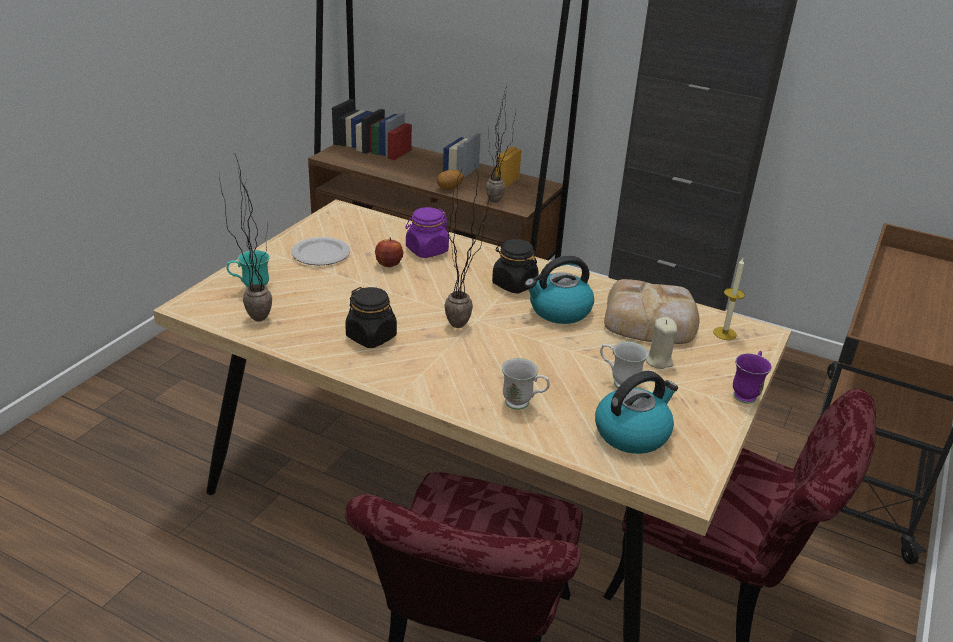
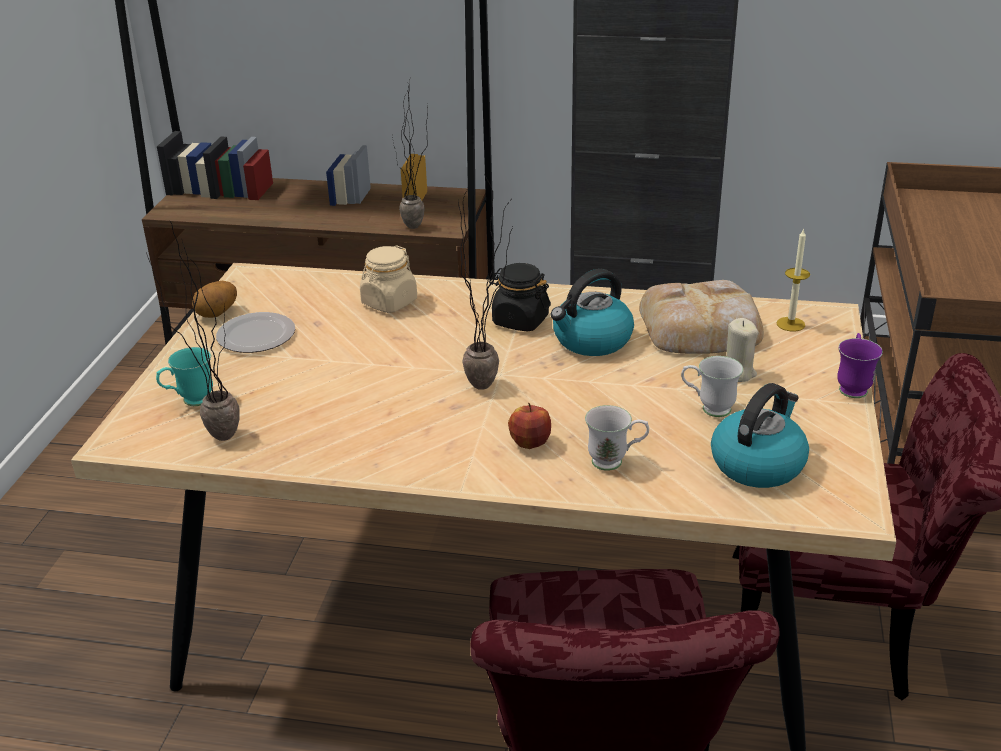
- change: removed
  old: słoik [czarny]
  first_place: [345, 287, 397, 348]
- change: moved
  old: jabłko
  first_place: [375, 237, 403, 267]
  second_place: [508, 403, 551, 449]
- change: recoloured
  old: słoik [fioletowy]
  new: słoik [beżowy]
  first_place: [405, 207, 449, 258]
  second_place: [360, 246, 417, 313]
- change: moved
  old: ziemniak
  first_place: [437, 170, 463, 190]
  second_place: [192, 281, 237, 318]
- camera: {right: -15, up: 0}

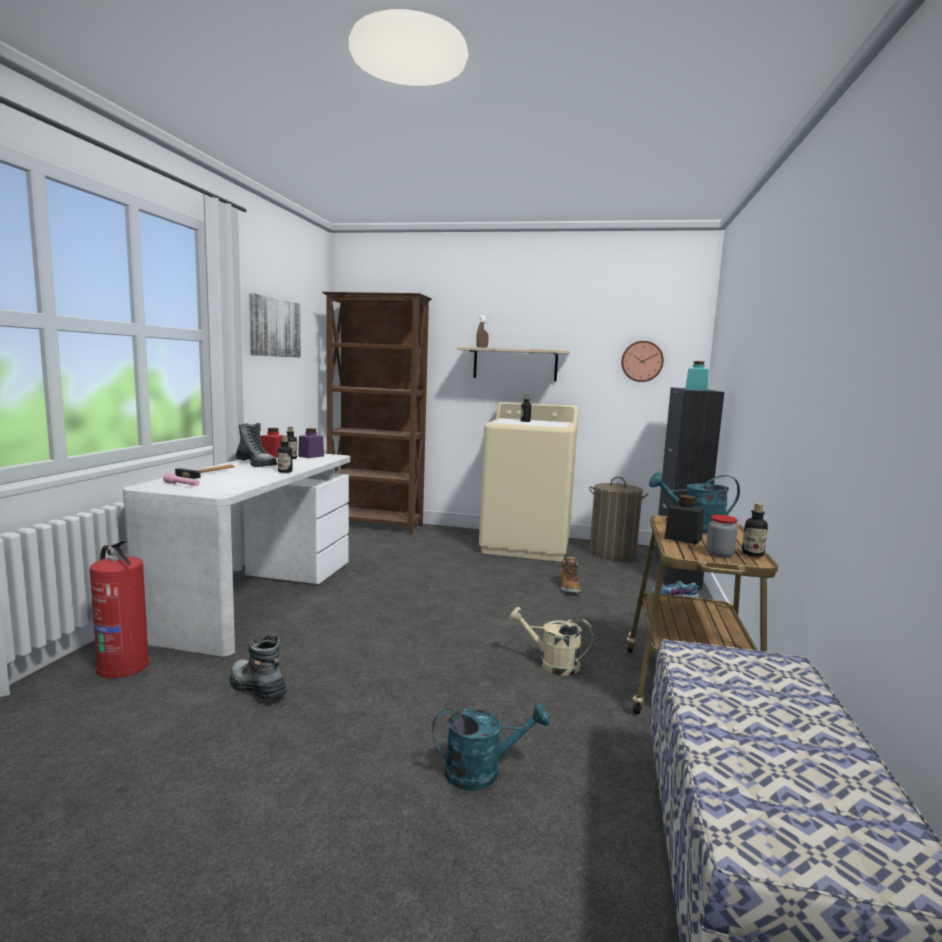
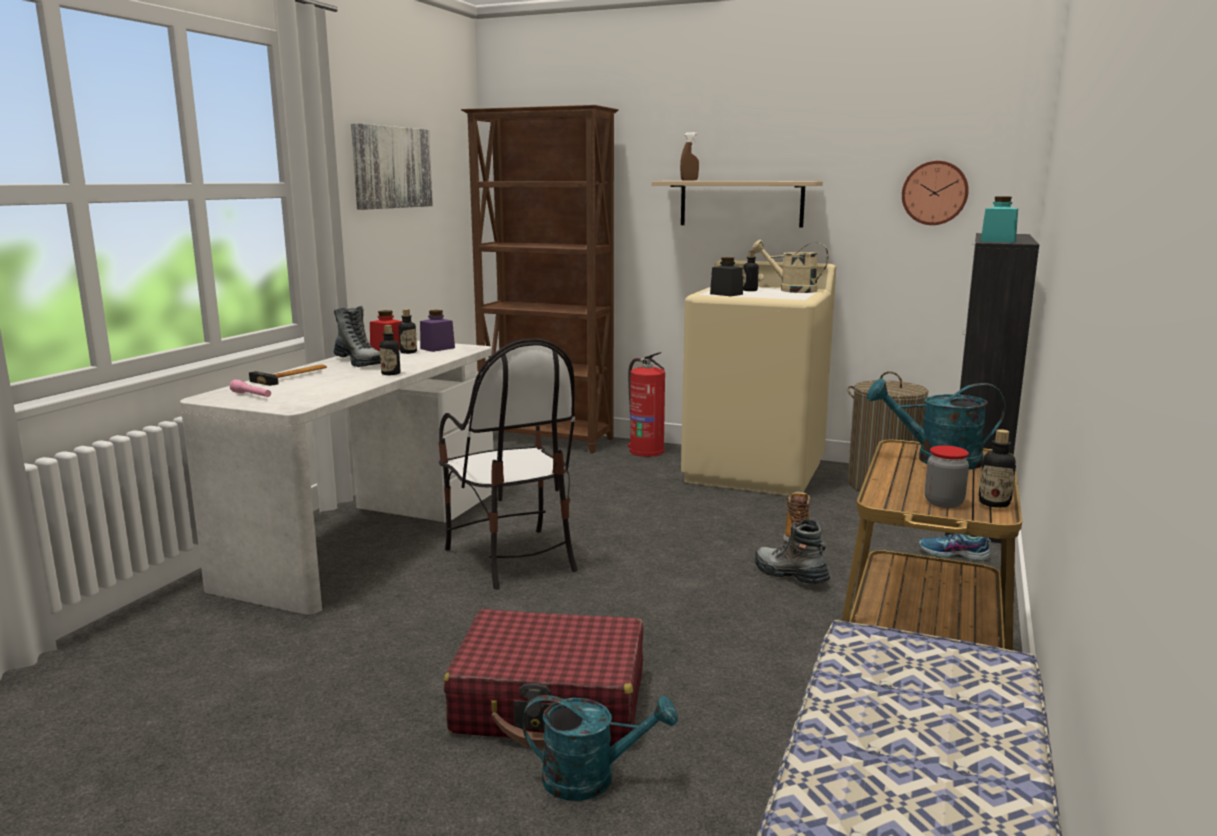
- change: moved
  old: gaśnica
  first_place: [90, 540, 149, 678]
  second_place: [628, 352, 665, 457]
- change: moved
  old: but z cholewką
  first_place: [230, 635, 287, 700]
  second_place: [755, 519, 830, 585]
- change: moved
  old: konewka [beżowy]
  first_place: [509, 607, 593, 676]
  second_place: [752, 240, 829, 293]
- change: moved
  old: słoik [czarny]
  first_place: [664, 495, 704, 544]
  second_place: [710, 257, 743, 296]
- change: added
  new: krzesło
  second_place: [438, 338, 578, 589]
- change: added
  new: walizka [czerwony]
  second_place: [443, 609, 643, 748]
- camera: {right: 10, up: 5}

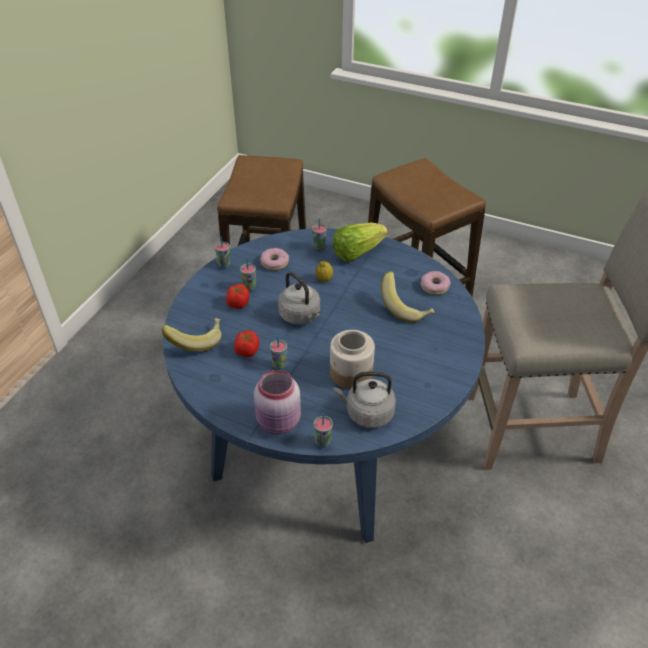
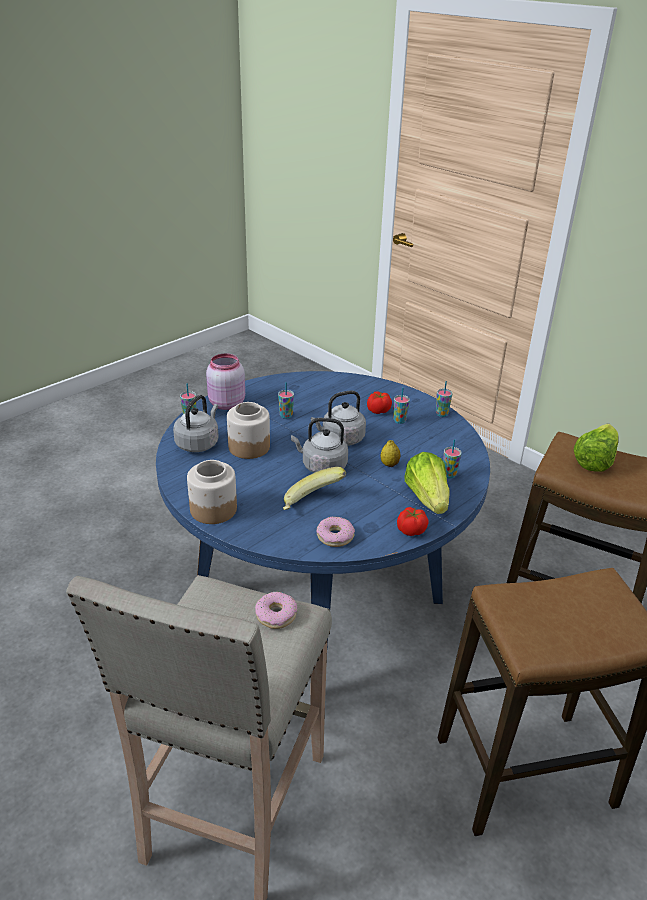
- change: removed
  old: banan
  first_place: [162, 318, 222, 352]
- change: moved
  old: pomidor
  first_place: [234, 330, 259, 357]
  second_place: [397, 507, 429, 536]
- change: moved
  old: donut
  first_place: [260, 248, 289, 270]
  second_place: [255, 592, 297, 629]
- change: added
  new: słoik
  second_place: [187, 460, 237, 524]
- change: added
  new: czajnik [szary]
  second_place: [291, 418, 348, 473]
- change: added
  new: sałata
  second_place: [574, 424, 618, 472]
- camera: {right: 110, up: -10}

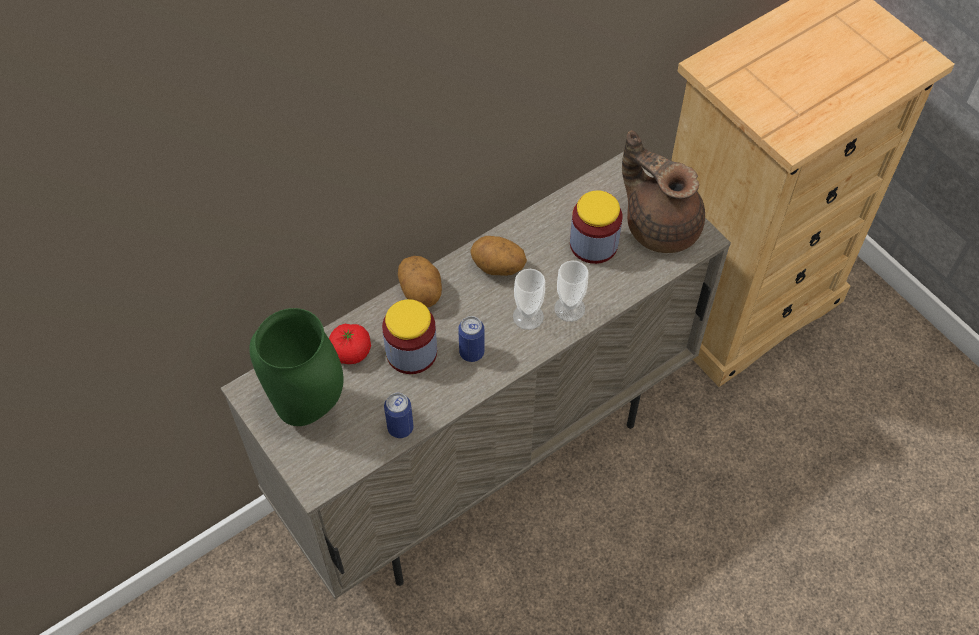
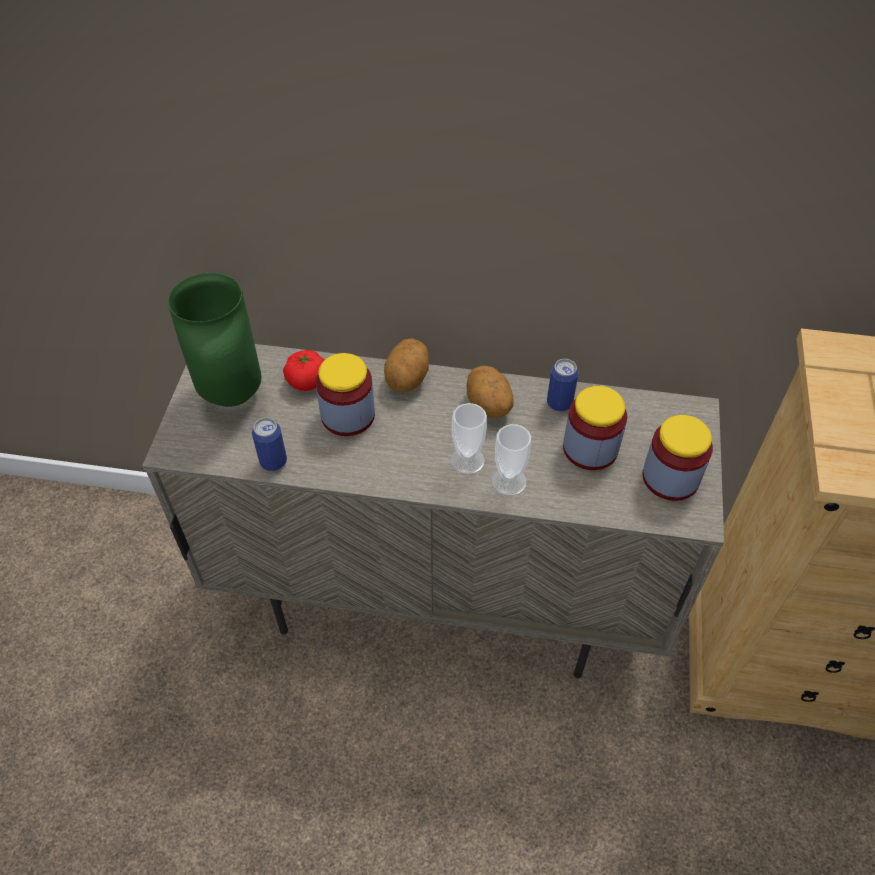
- change: moved
  old: puszka
  first_place: [458, 316, 485, 362]
  second_place: [547, 359, 579, 412]
- change: replaced
  old: imbryk [brązowy]
  new: słoik
  first_place: [622, 130, 705, 253]
  second_place: [642, 415, 713, 501]
- camera: {right: 45, up: -5}

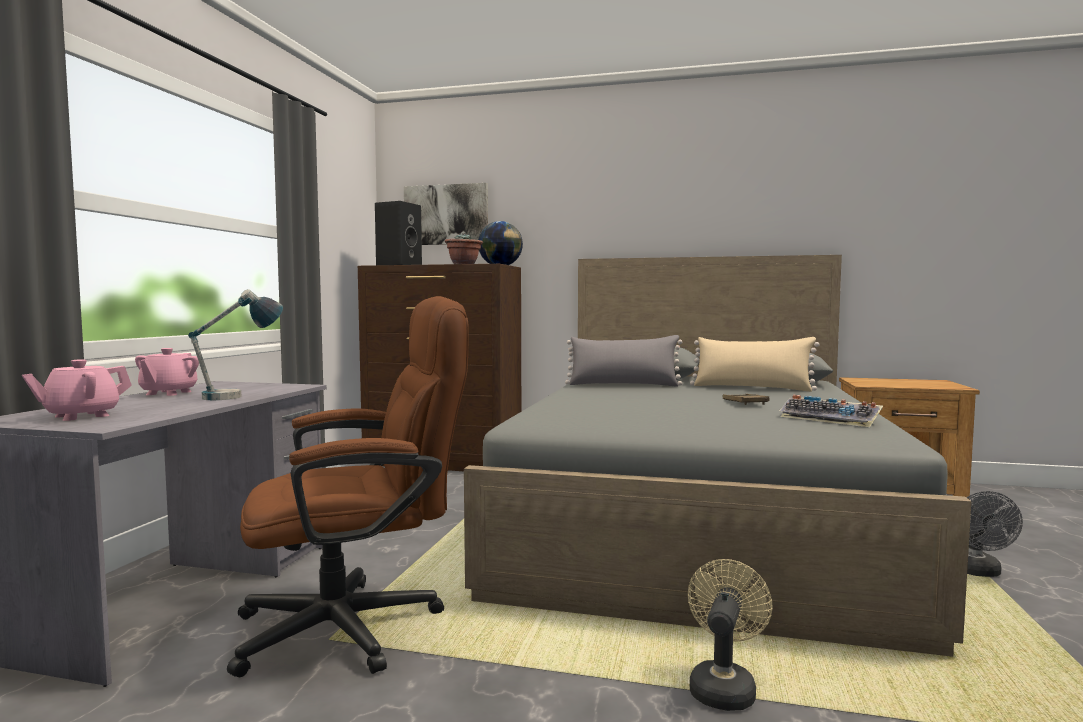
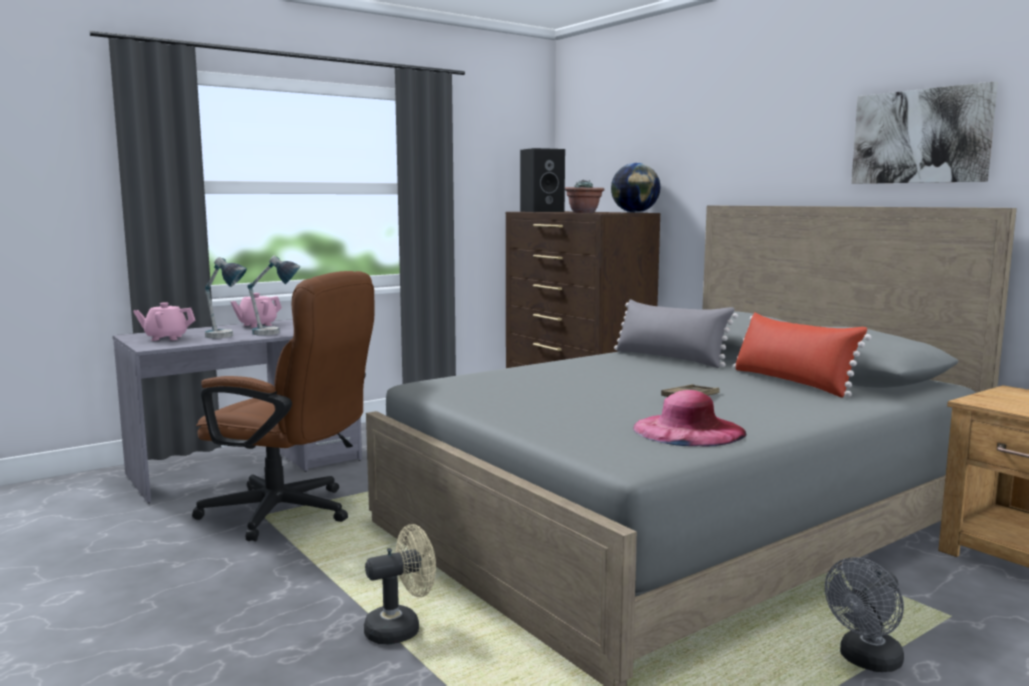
- change: moved
  old: obraz
  first_place: [404, 183, 488, 245]
  second_place: [851, 81, 998, 184]
- change: recoloured
  old: poduszka [beżowy]
  new: poduszka [czerwony]
  first_place: [690, 337, 820, 392]
  second_place: [733, 312, 871, 398]
- change: replaced
  old: klawiatura
  new: kapelusz [różowy]
  first_place: [779, 395, 883, 427]
  second_place: [633, 390, 746, 446]
- change: added
  new: lampa stołowa
  second_place: [205, 257, 247, 338]
- camera: {right: 40, up: 5}

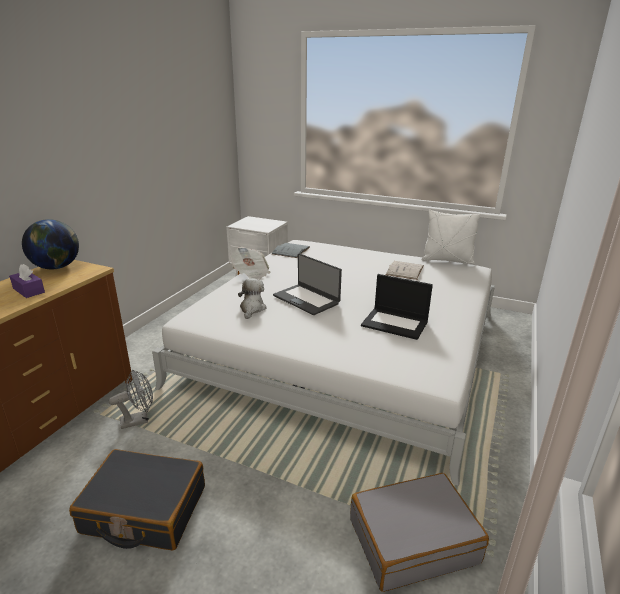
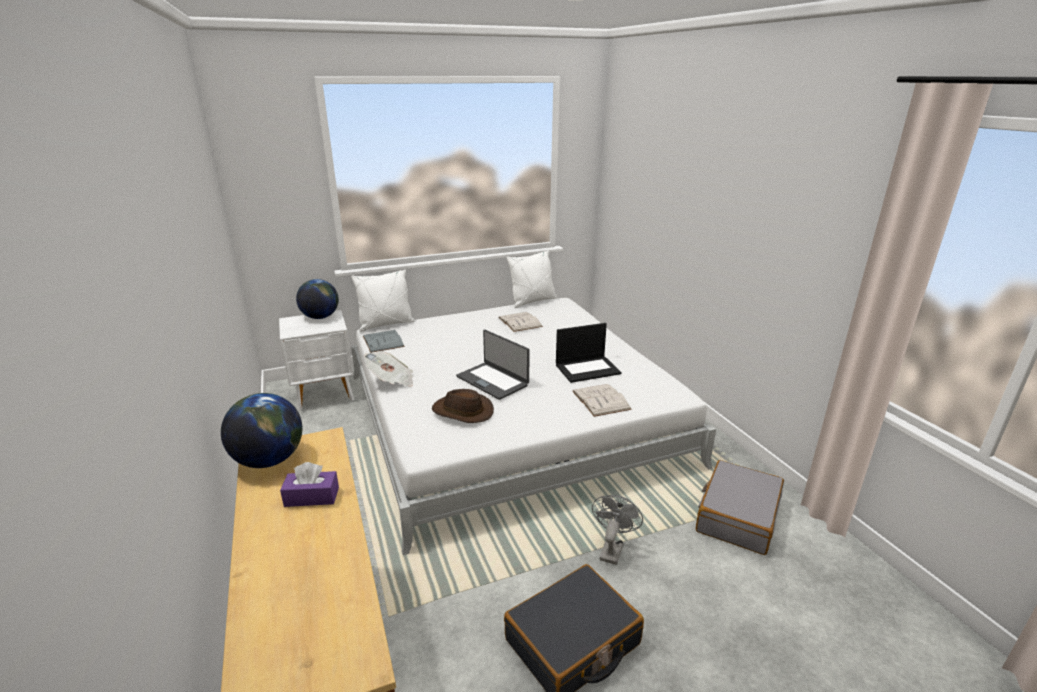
- change: moved
  old: wentylator [szary]
  first_place: [109, 370, 153, 429]
  second_place: [592, 495, 643, 565]
- change: replaced
  old: pluszak
  new: kapelusz [brązowy]
  first_place: [238, 278, 267, 319]
  second_place: [432, 389, 494, 423]
- change: turned
  old: laptop
  first_place: [273, 253, 342, 315]
  second_place: [456, 330, 530, 400]
  degrees: 45
- change: added
  new: globus
  second_place: [296, 279, 339, 319]
- change: added
  new: poduszka [biały]
  second_place: [351, 269, 414, 332]
- change: added
  new: książka [biały]
  second_place: [572, 384, 632, 417]
- camera: {right: -45, up: 0}

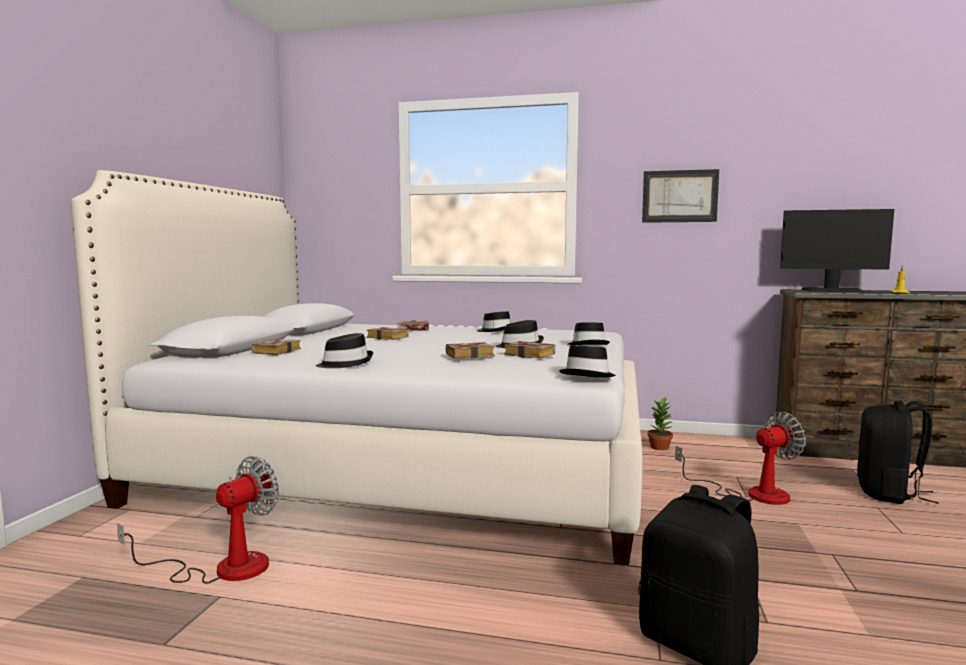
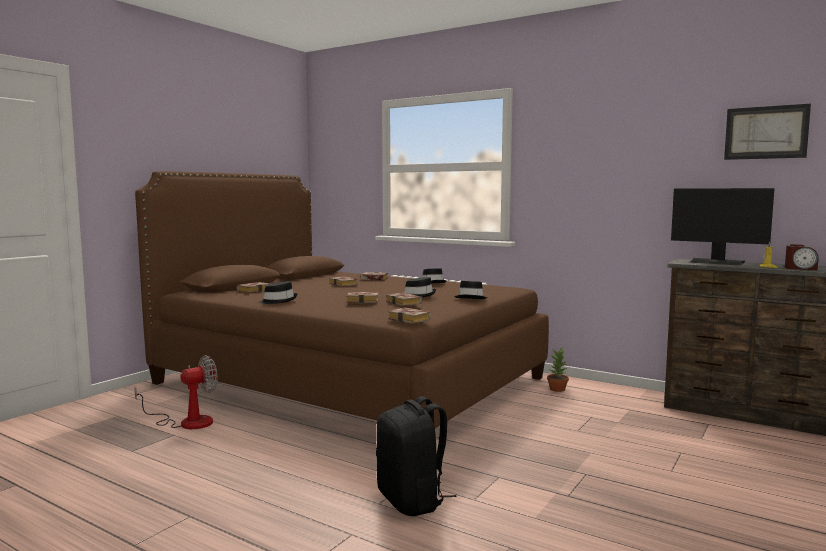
- change: recoloured
  old: łóżko [biały]
  new: łóżko [brązowy]
  first_place: [71, 170, 643, 565]
  second_place: [135, 171, 549, 428]
- change: replaced
  old: kapelusz [czarny]
  new: książka
  first_place: [559, 345, 616, 378]
  second_place: [388, 308, 431, 324]
- change: moved
  old: obraz
  first_place: [642, 169, 719, 223]
  second_place: [724, 104, 811, 160]
- change: removed
  old: wentylator
  first_place: [675, 412, 806, 505]
- change: removed
  old: plecak [czarny]
  first_place: [857, 401, 939, 504]
- change: added
  new: budzik
  second_place: [785, 244, 819, 270]
- camera: {right: 20, up: 0}

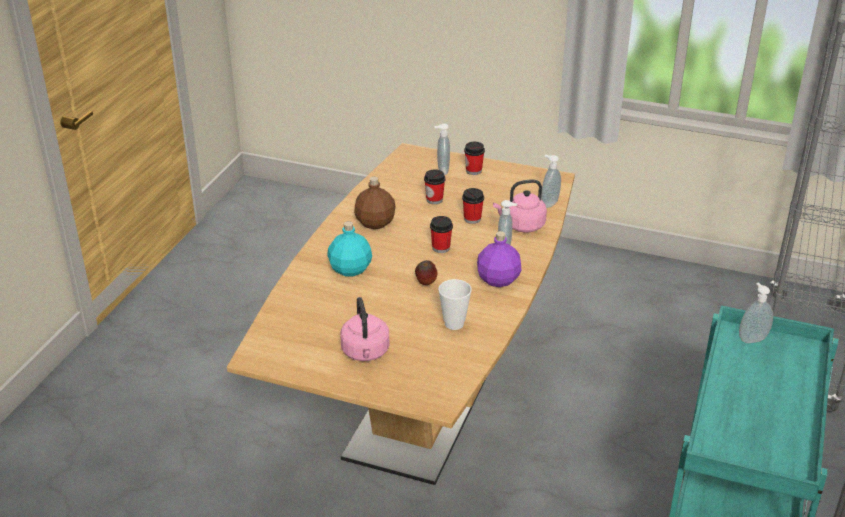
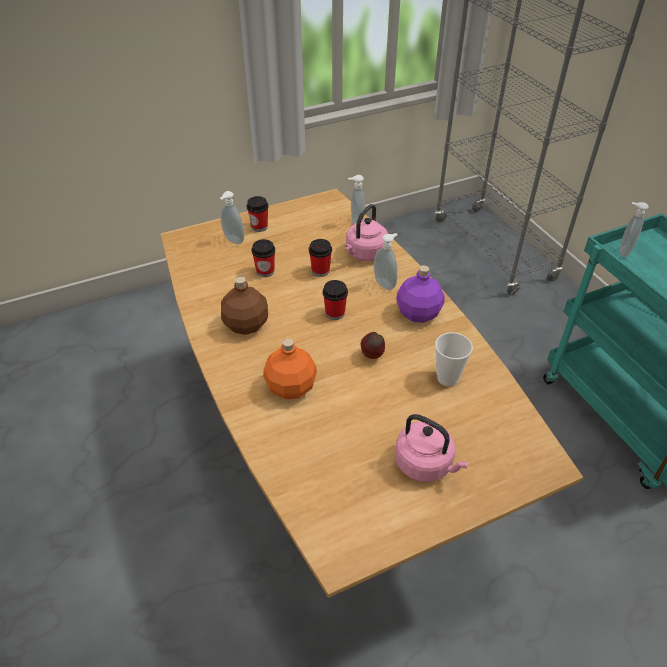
- change: recoloured
  old: butelka [turkusowy]
  new: butelka [pomarańczowy]
  first_place: [327, 221, 372, 277]
  second_place: [263, 338, 317, 399]
- camera: {right: -45, up: 10}

